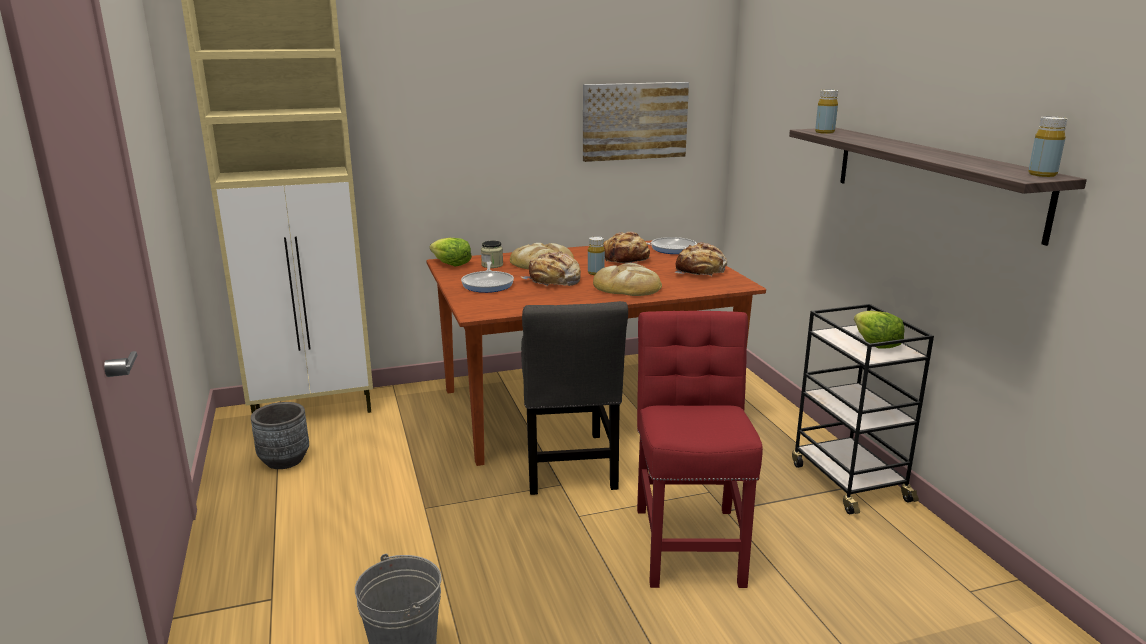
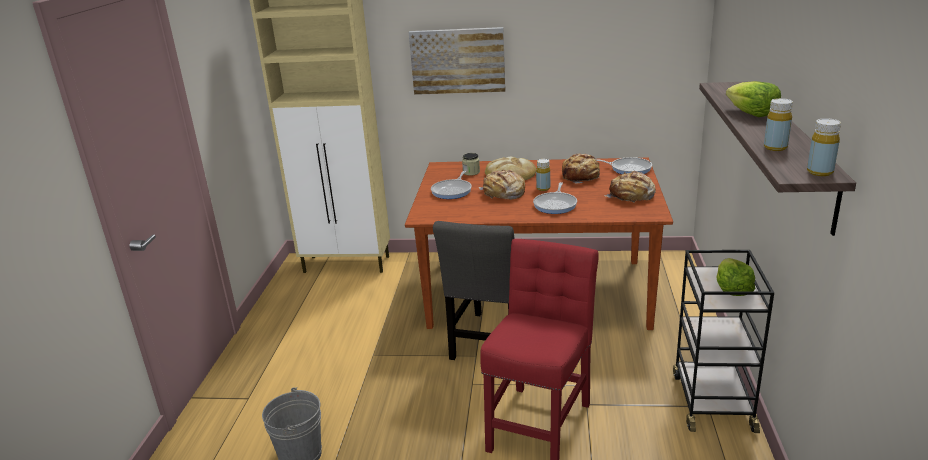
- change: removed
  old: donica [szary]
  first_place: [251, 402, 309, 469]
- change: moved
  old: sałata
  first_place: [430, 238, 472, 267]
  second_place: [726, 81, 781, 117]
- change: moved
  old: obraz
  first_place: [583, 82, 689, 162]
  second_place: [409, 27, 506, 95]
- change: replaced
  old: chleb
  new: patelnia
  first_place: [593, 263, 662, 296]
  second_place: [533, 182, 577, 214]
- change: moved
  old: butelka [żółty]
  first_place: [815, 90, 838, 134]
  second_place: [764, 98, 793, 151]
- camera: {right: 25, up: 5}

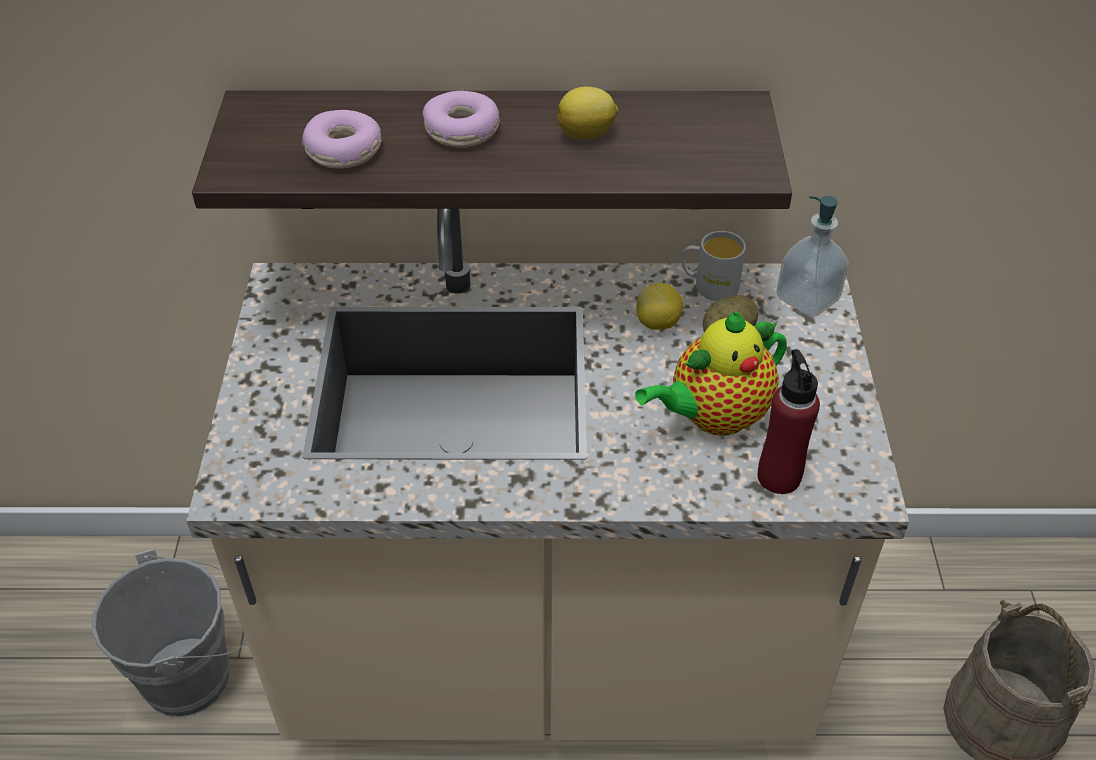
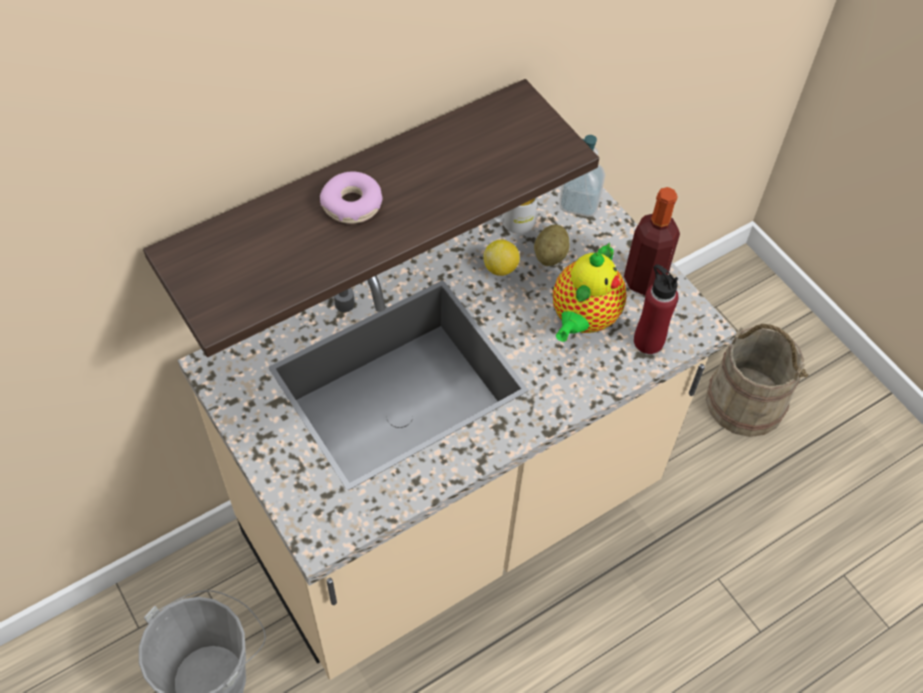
- change: removed
  old: donut
  first_place: [302, 110, 381, 169]
- change: removed
  old: cytryna
  first_place: [557, 87, 618, 140]
- change: added
  new: butelka
  second_place: [624, 187, 680, 296]
- camera: {right: -35, up: 10}

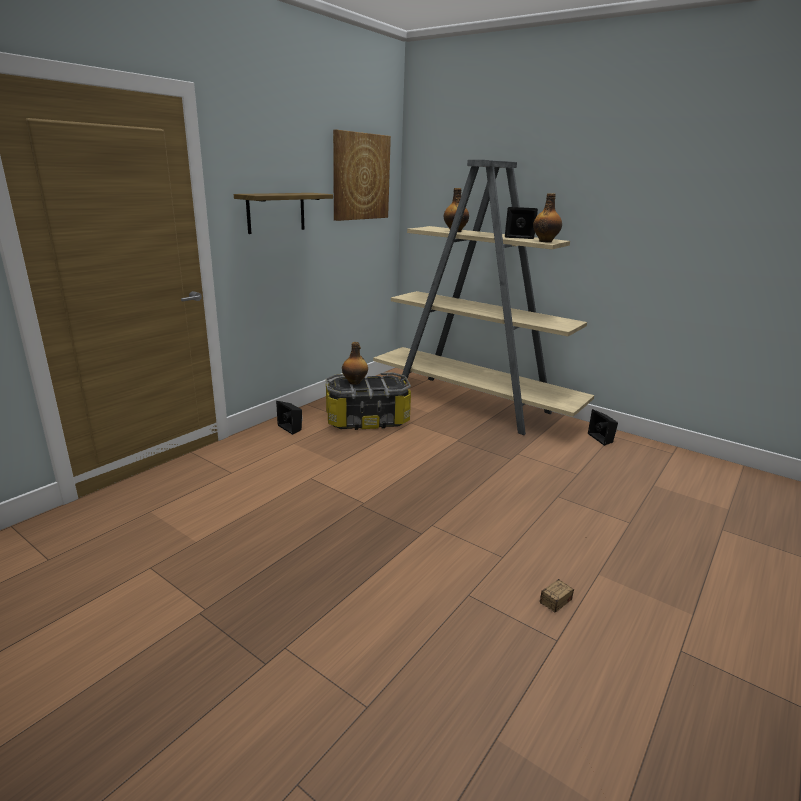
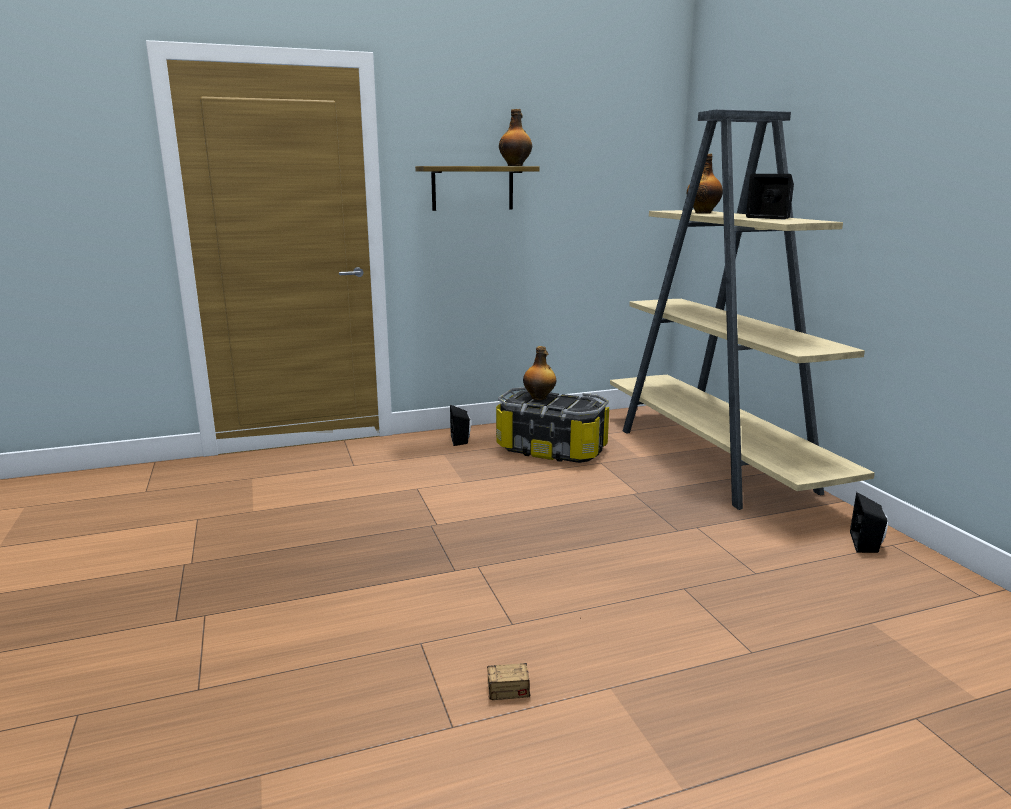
- change: removed
  old: obraz
  first_place: [333, 130, 391, 221]
- change: moved
  old: butelka
  first_place: [533, 193, 562, 242]
  second_place: [499, 109, 532, 166]
- camera: {right: 35, up: -5}

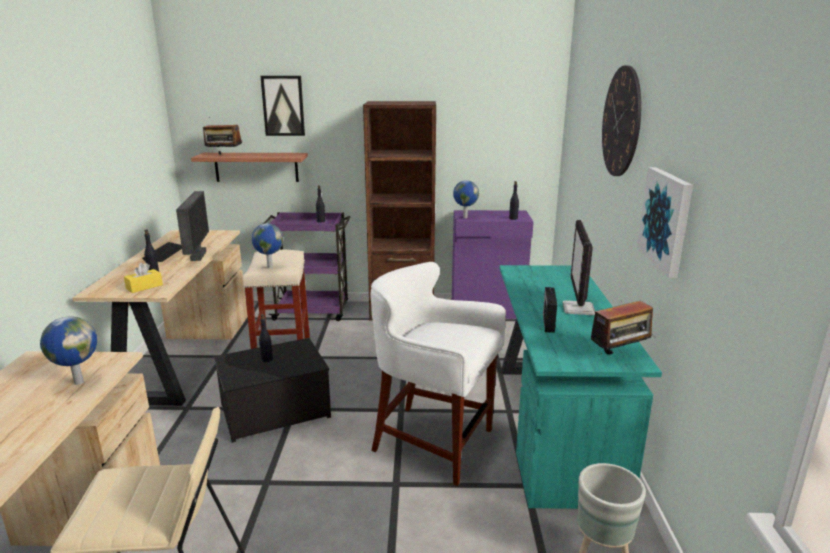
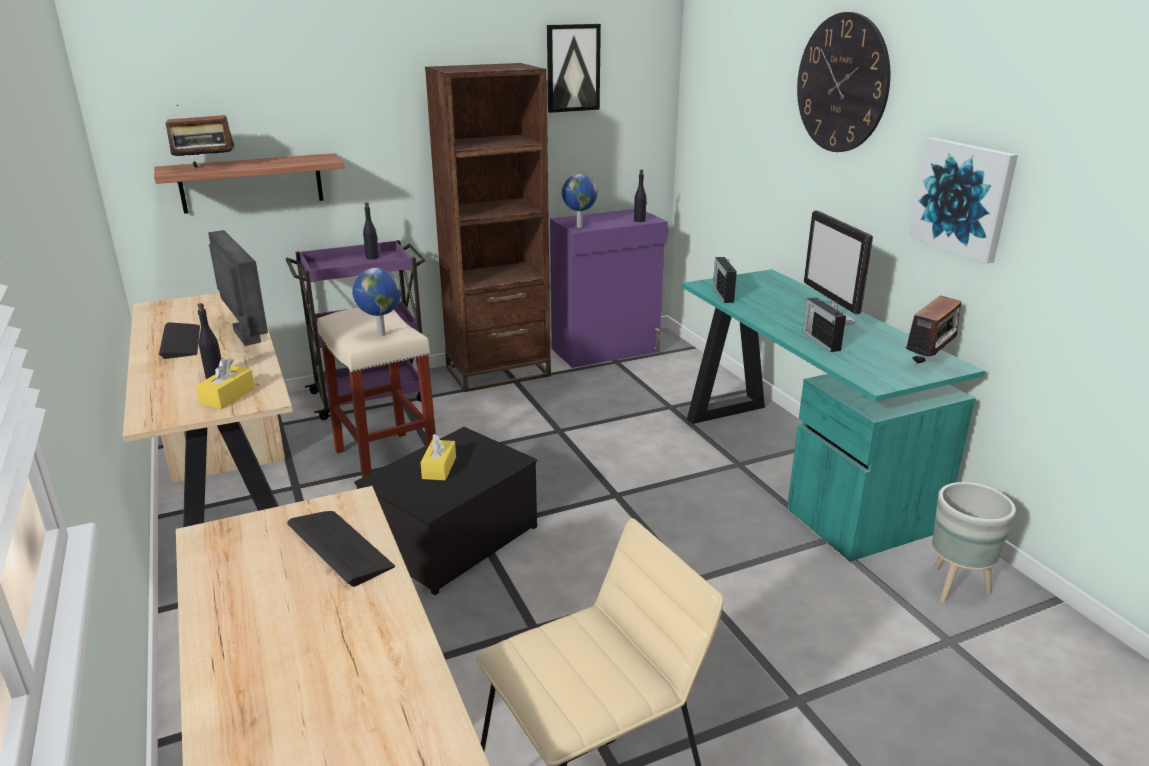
- change: replaced
  old: globus
  new: klawiatura
  first_place: [40, 316, 97, 385]
  second_place: [287, 511, 395, 587]
- change: replaced
  old: butelka [czarny]
  new: pudełko chusteczek [żółty]
  first_place: [259, 314, 273, 362]
  second_place: [420, 434, 456, 480]
- change: moved
  old: obraz
  first_place: [261, 76, 305, 136]
  second_place: [547, 24, 601, 113]
- change: removed
  old: stołek [biały]
  first_place: [371, 262, 506, 486]
- change: added
  new: radio
  second_place: [713, 257, 737, 303]
- camera: {right: -25, up: 5}

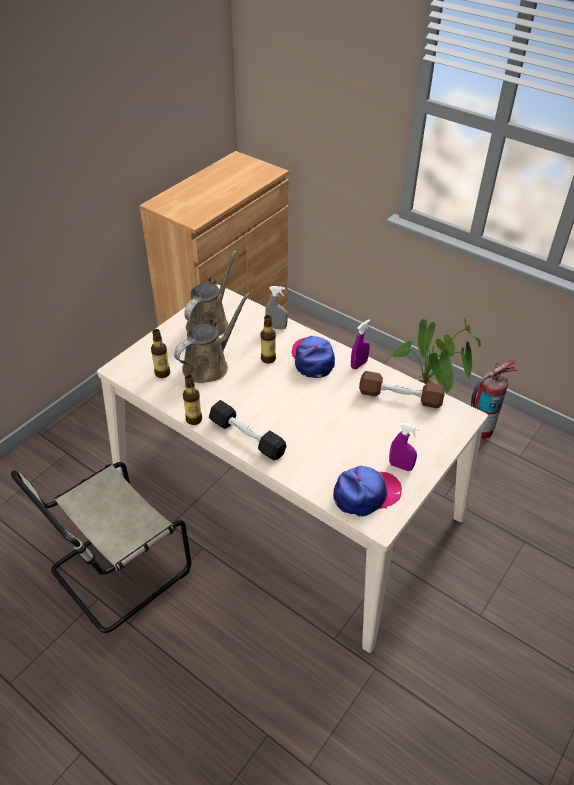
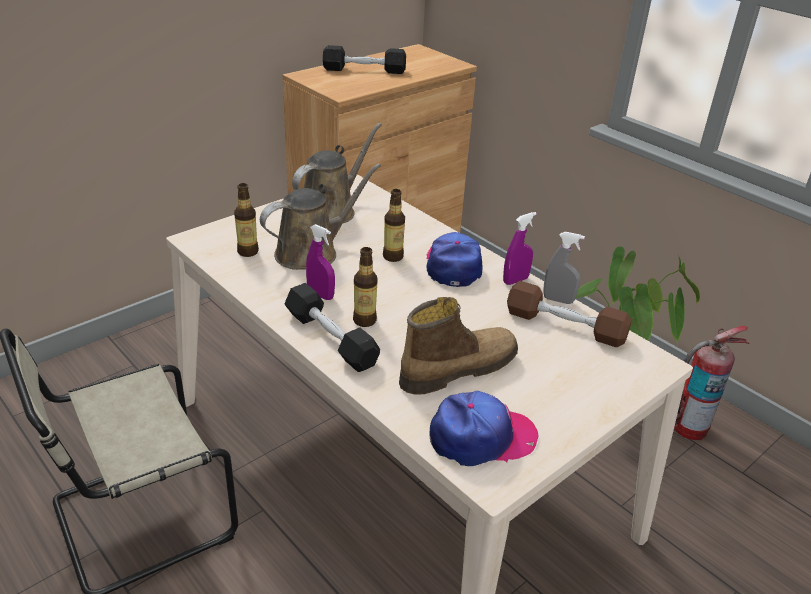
- change: moved
  old: butelka
  first_place: [183, 375, 202, 425]
  second_place: [353, 247, 378, 327]
- change: moved
  old: spryskiwacz [szary]
  first_place: [265, 286, 288, 330]
  second_place: [544, 232, 585, 304]
- change: moved
  old: spryskiwacz [fioletowy]
  first_place: [389, 423, 419, 471]
  second_place: [306, 224, 335, 300]
- change: added
  new: hantel [czarny]
  second_place: [323, 45, 406, 74]
- change: added
  new: but z cholewką
  second_place: [399, 297, 518, 395]
- camera: {right: 10, up: -10}

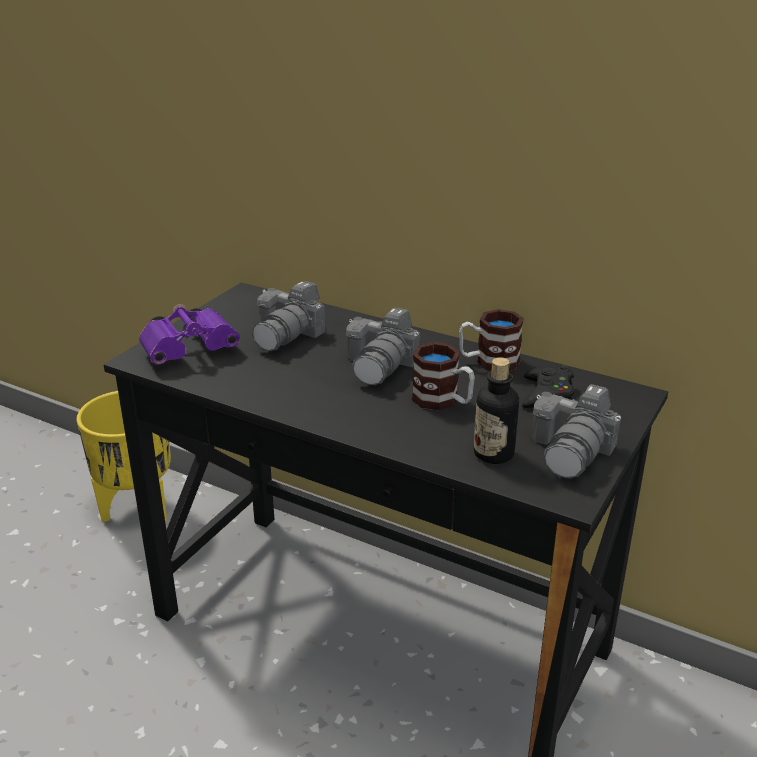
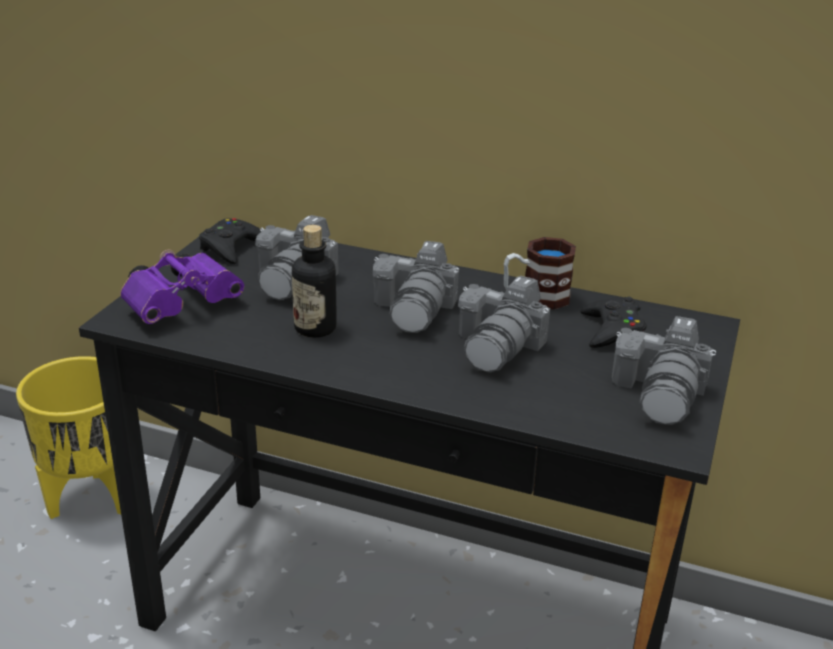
- change: replaced
  old: kubek
  new: aparat fotograficzny
  first_place: [412, 342, 475, 411]
  second_place: [458, 275, 550, 372]
- change: moved
  old: butelka
  first_place: [474, 357, 519, 464]
  second_place: [292, 225, 337, 337]
- change: added
  new: pad do gier [czarny]
  second_place: [199, 218, 261, 264]
- camera: {right: -10, up: 0}

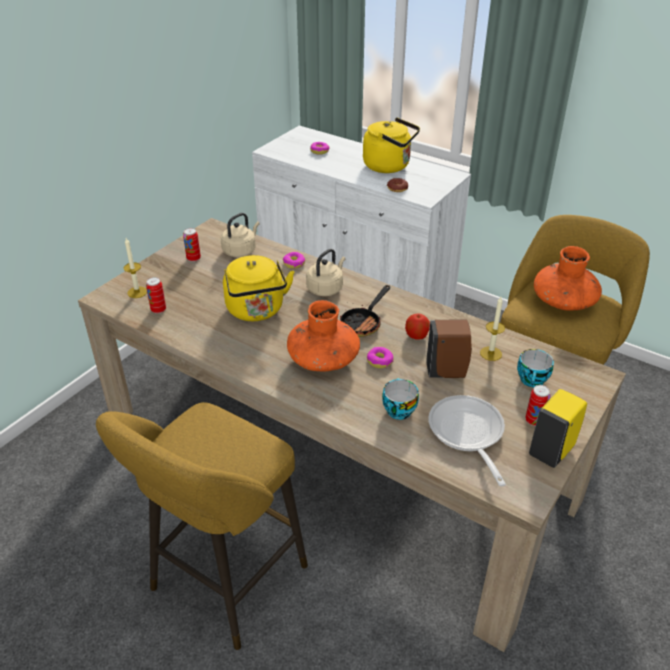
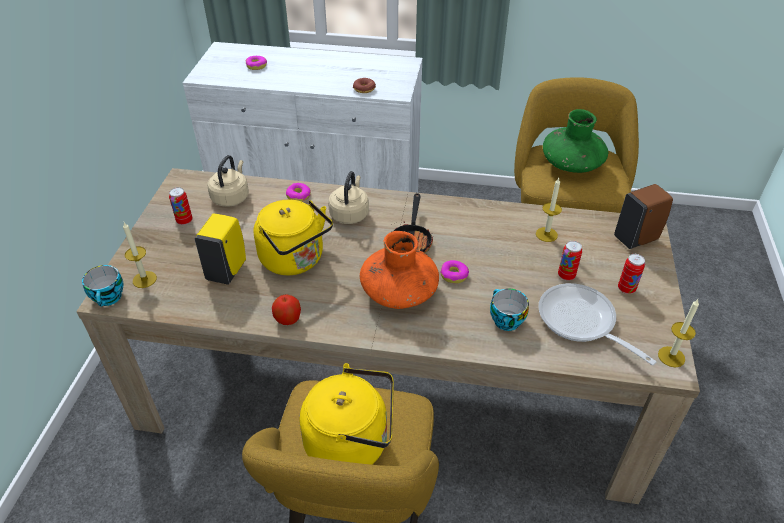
- change: moved
  old: puszka
  first_place: [146, 277, 166, 314]
  second_place: [558, 241, 582, 281]
- change: moved
  old: czajnik [żółty]
  first_place: [363, 118, 420, 173]
  second_place: [299, 363, 394, 465]
- change: moved
  old: jabłko
  first_place: [405, 313, 430, 340]
  second_place: [272, 295, 301, 325]
- change: moved
  old: dozownik mydła [brązowy]
  first_place: [426, 319, 472, 378]
  second_place: [614, 184, 673, 249]
- change: moved
  old: filiżanka
  first_place: [517, 349, 554, 387]
  second_place: [82, 265, 123, 307]
- change: moved
  old: dozownik mydła [żółty]
  first_place: [529, 389, 587, 468]
  second_place: [195, 213, 246, 285]
- change: recoloured
  old: wazon [pomarańczowy]
  new: wazon [zielony]
  first_place: [534, 246, 602, 311]
  second_place: [543, 109, 608, 173]
- change: added
  new: świeca
  second_place: [658, 299, 699, 368]
- camera: {right: -25, up: 5}

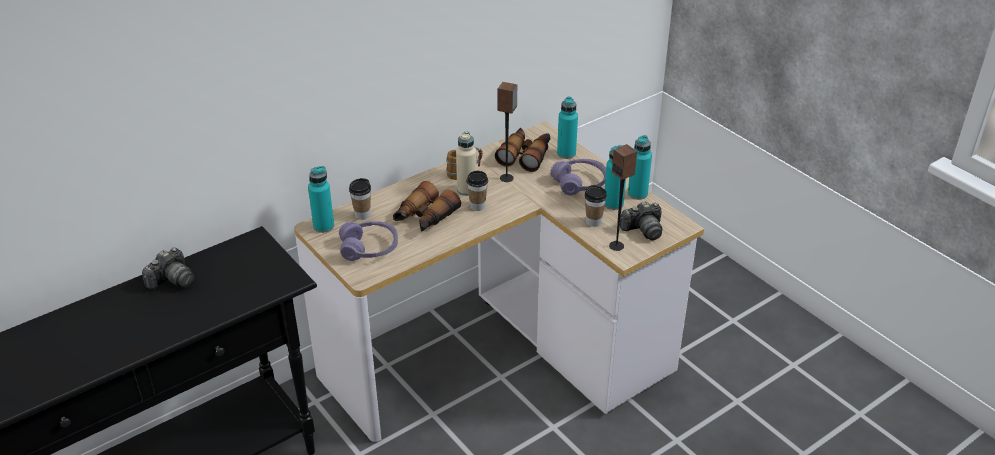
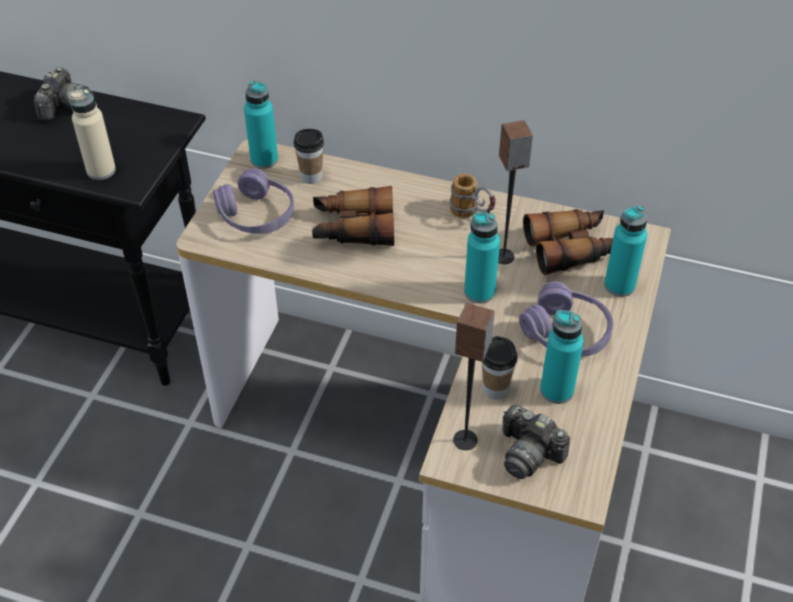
- change: turned
  old: aparat fotograficzny
  first_place: [142, 248, 194, 289]
  second_place: [34, 67, 94, 121]
  degrees: -75
- change: moved
  old: butelka [beżowy]
  first_place: [456, 131, 477, 196]
  second_place: [68, 89, 116, 180]
- change: removed
  old: filiżanka
  first_place: [467, 171, 488, 211]
- change: moved
  old: butelka [turkusowy]
  first_place: [628, 135, 652, 200]
  second_place: [464, 212, 500, 303]
- camera: {right: 55, up: 10}

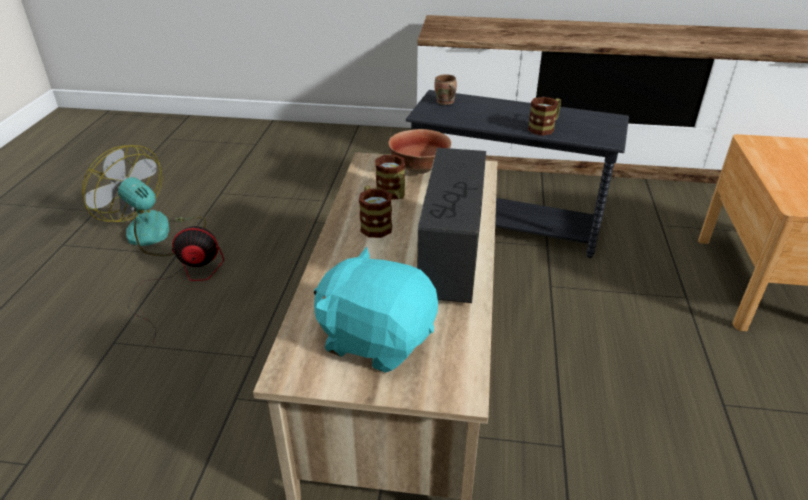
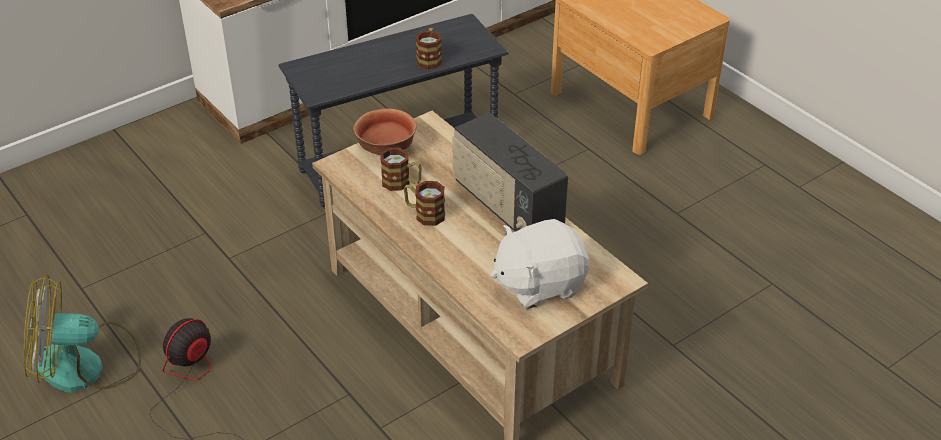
- change: recoloured
  old: pluszak [turkusowy]
  new: pluszak [biały]
  first_place: [314, 247, 438, 373]
  second_place: [491, 219, 589, 309]
- change: removed
  old: kubek [brązowy]
  first_place: [435, 74, 457, 105]
- camera: {right: -45, up: 5}

